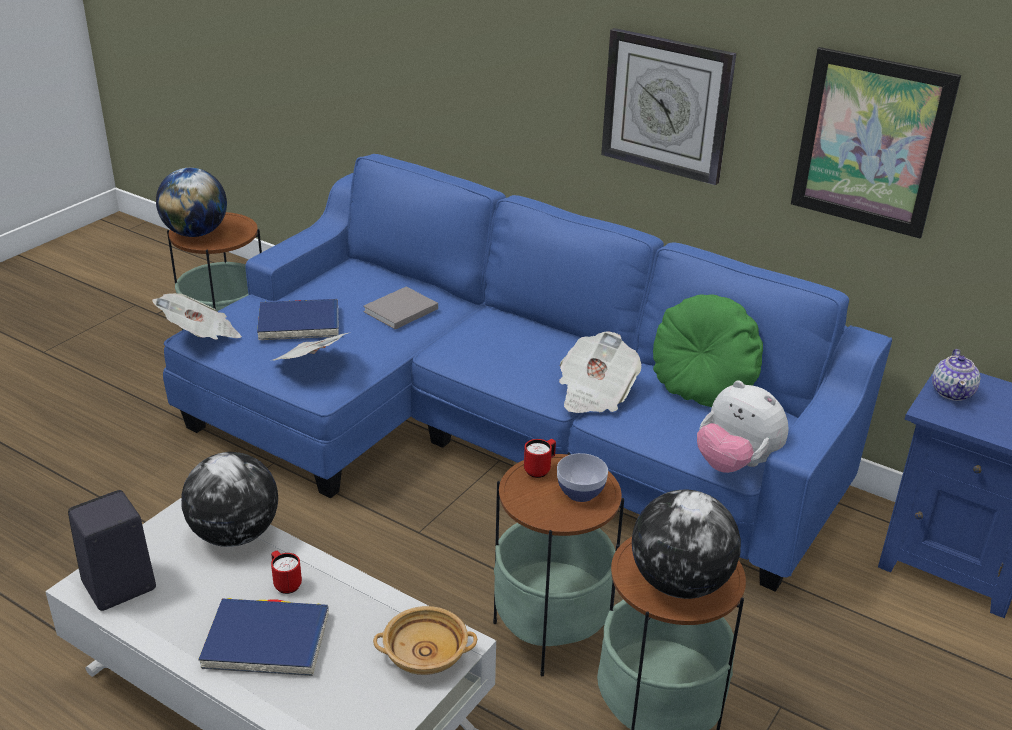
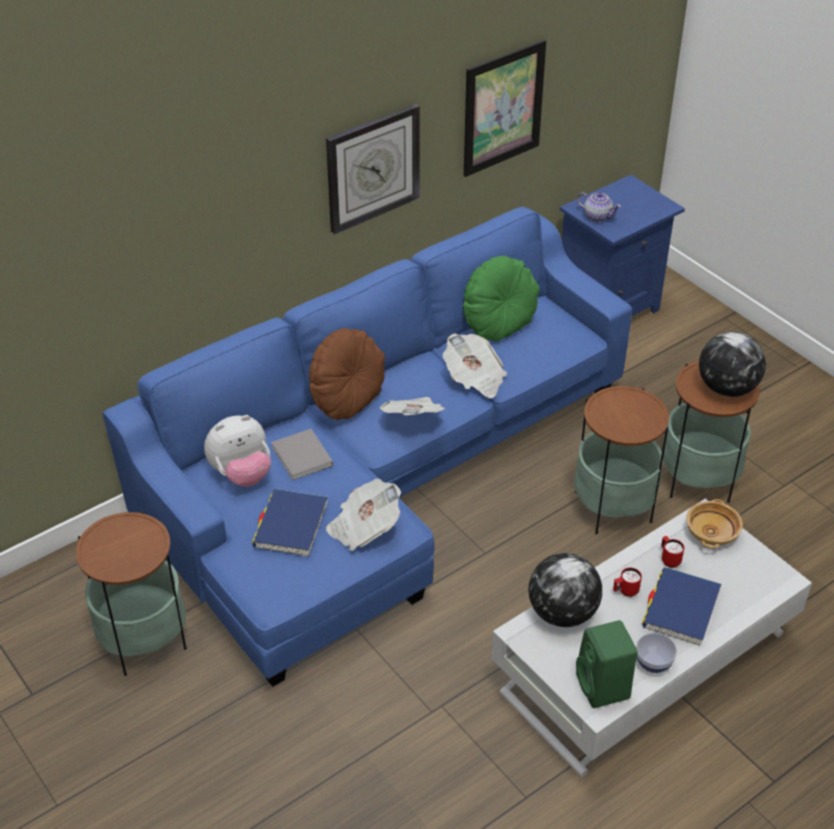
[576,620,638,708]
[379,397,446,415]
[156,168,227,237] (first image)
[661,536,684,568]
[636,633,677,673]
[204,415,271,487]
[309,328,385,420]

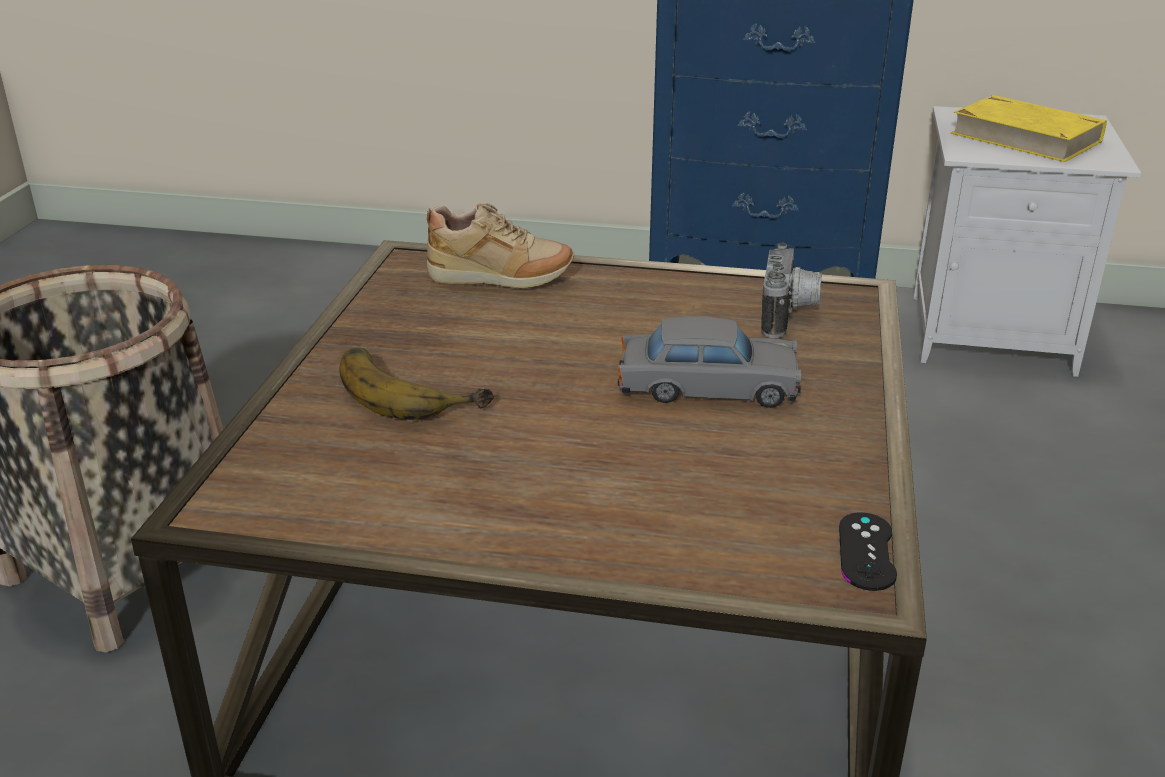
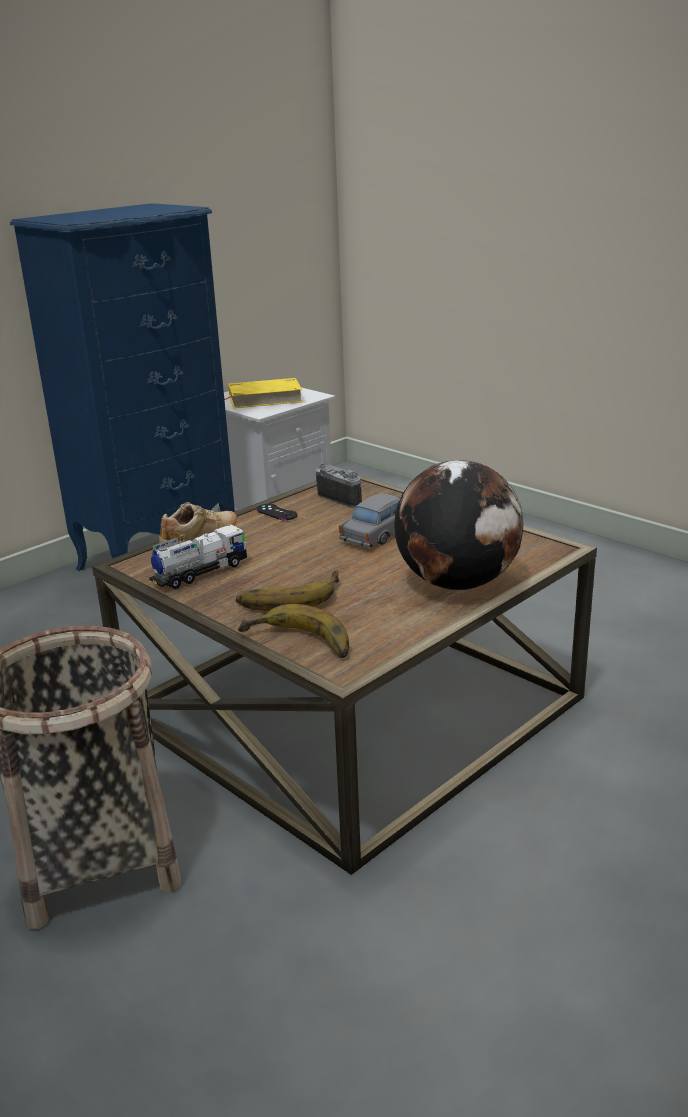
[256,504,297,520]
[149,524,247,589]
[238,604,349,658]
[394,460,523,590]

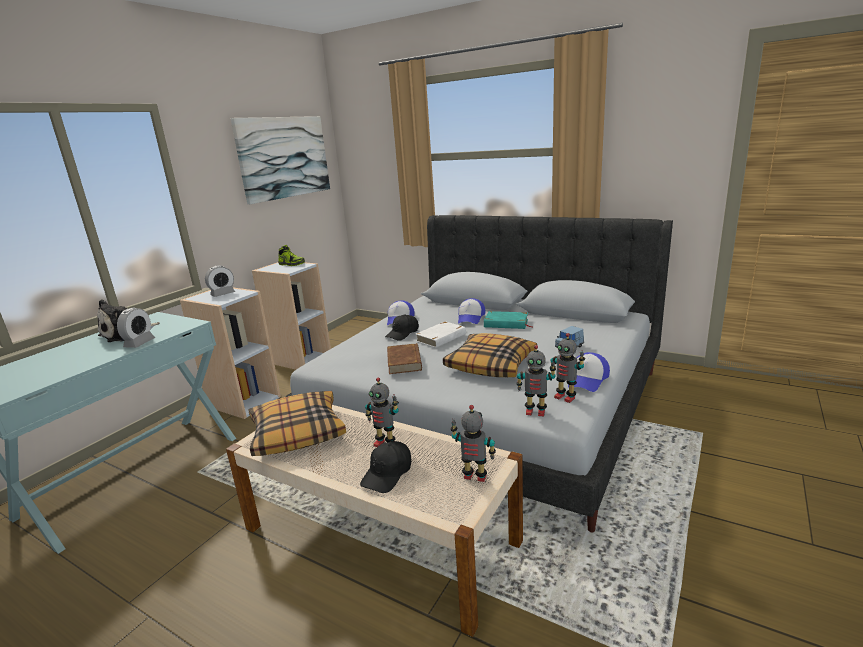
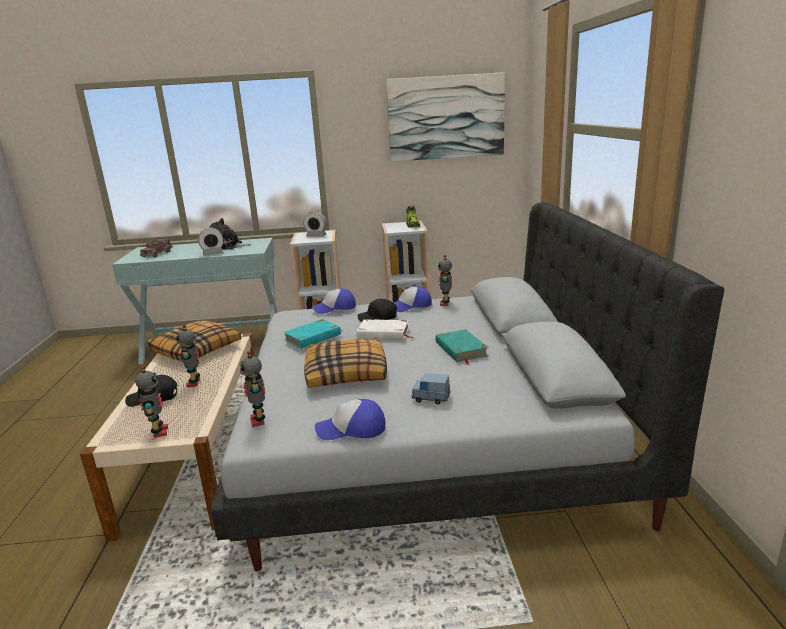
[283,319,343,349]
[312,288,356,314]
[438,255,452,306]
[140,238,173,257]

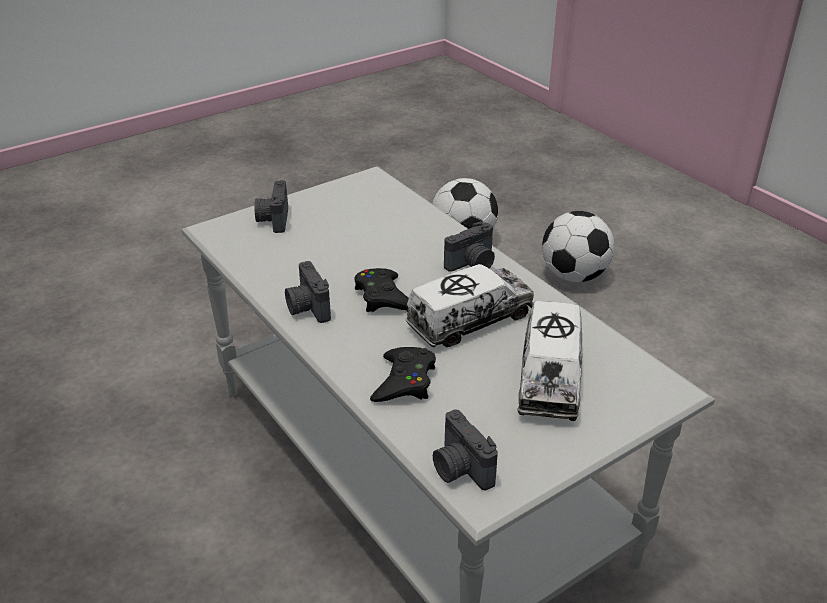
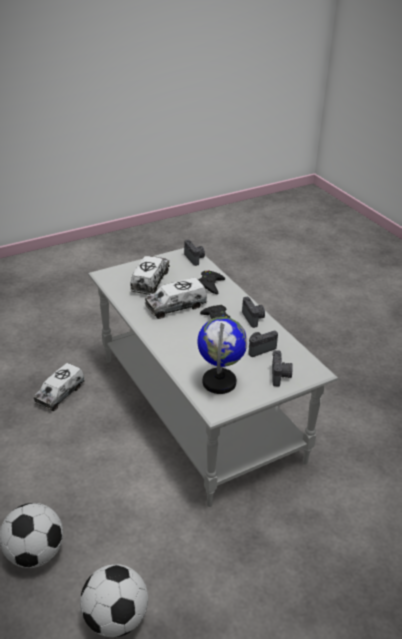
[249,331,278,357]
[34,363,85,411]
[197,317,247,394]

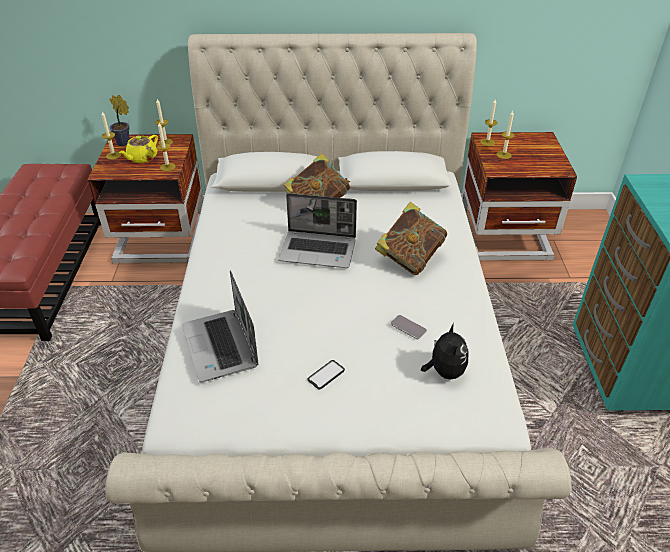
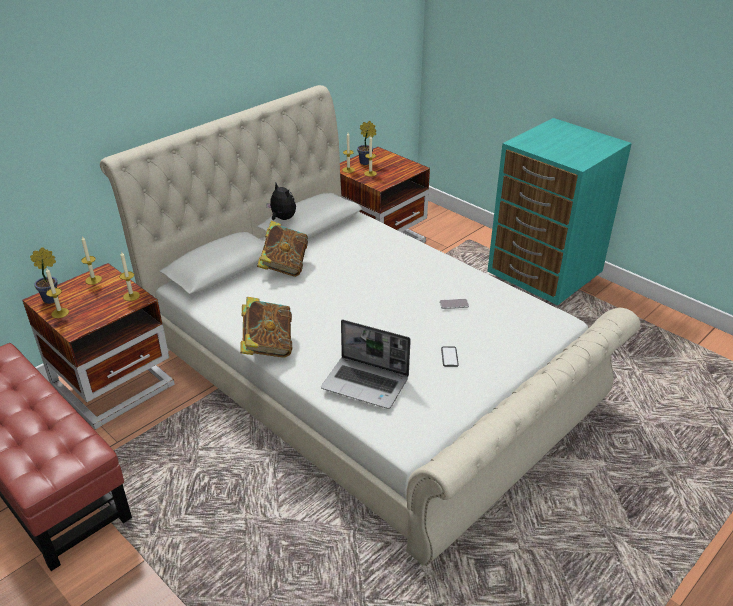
[119,135,158,163] (first image)
[278,193,357,268] (first image)
[240,297,292,358]
[266,183,296,220]
[357,121,376,165]

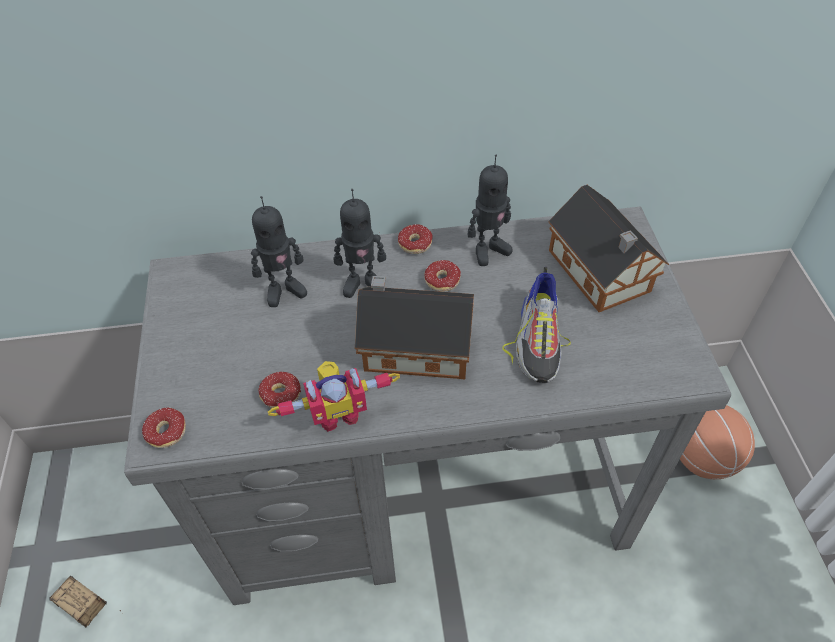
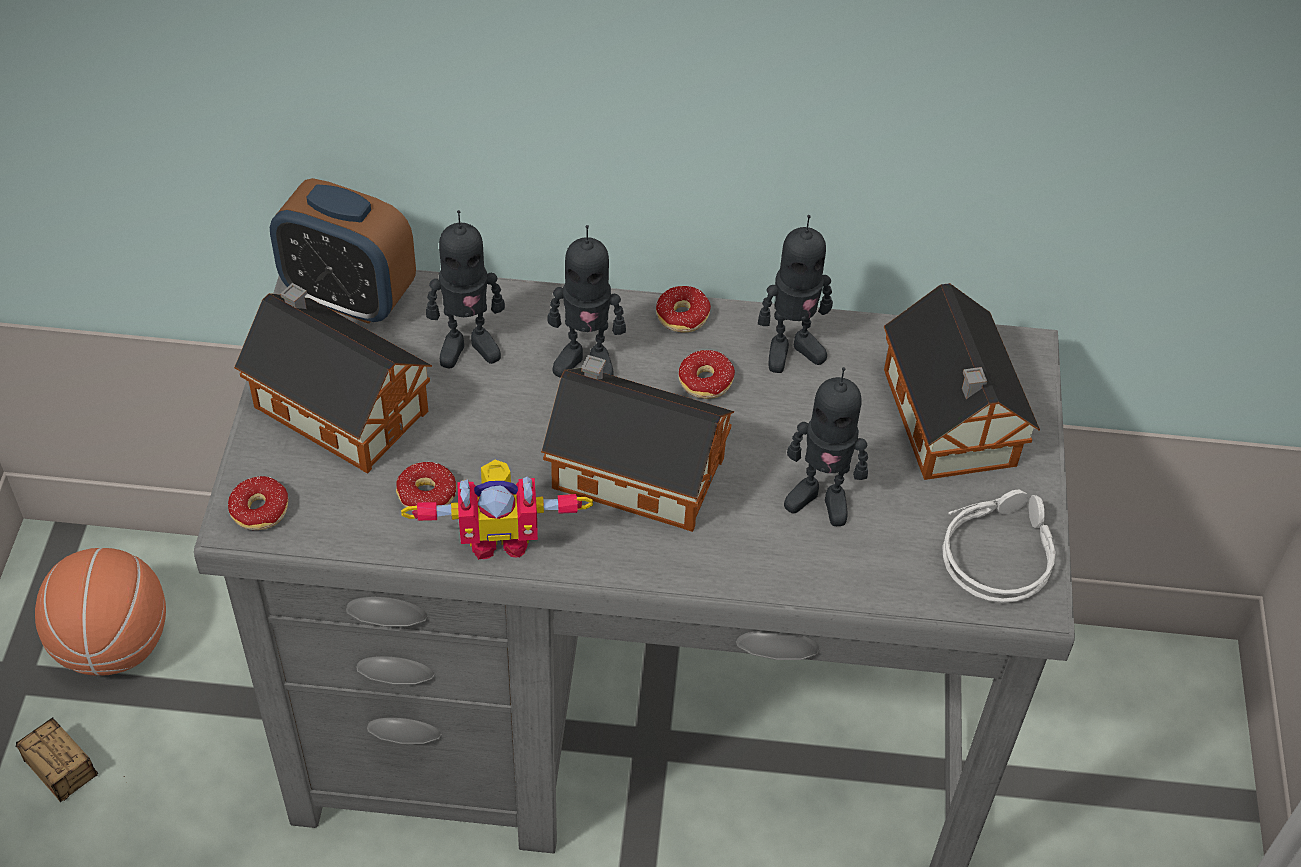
[784,367,868,526]
[35,548,166,676]
[234,283,432,474]
[270,178,416,324]
[942,489,1056,603]

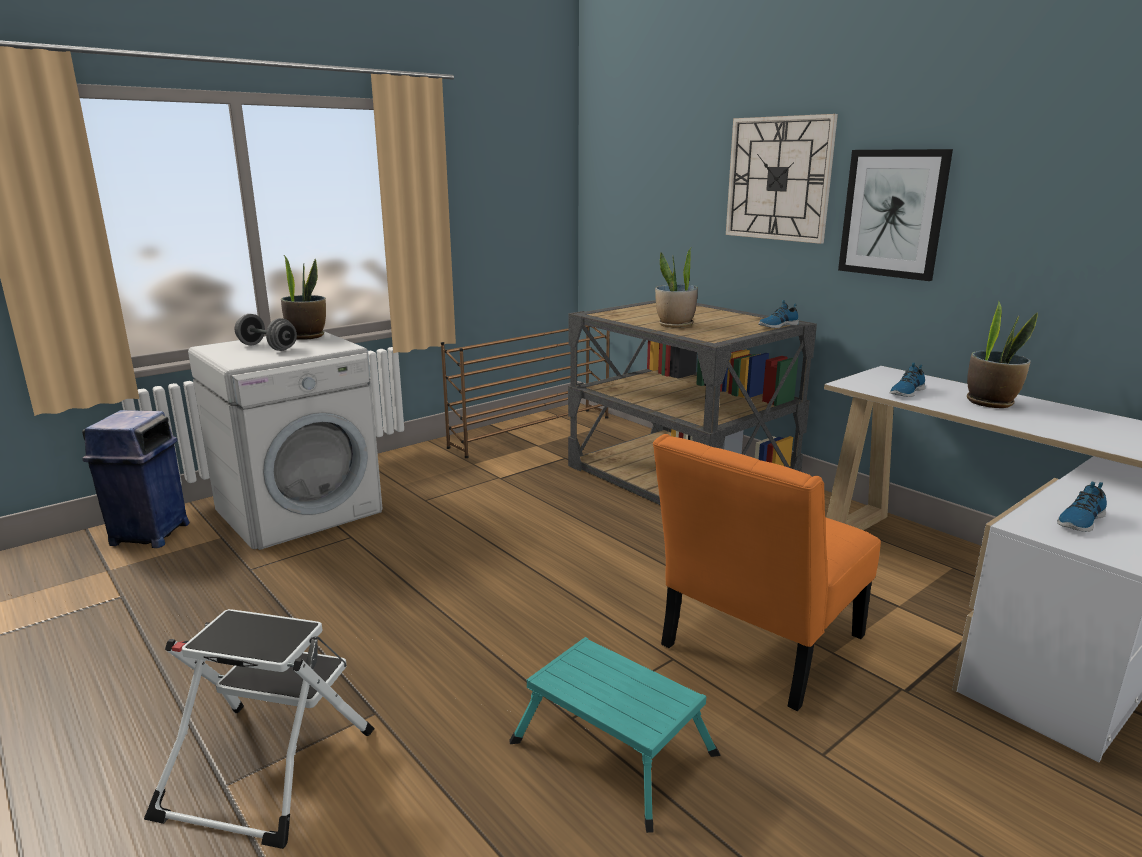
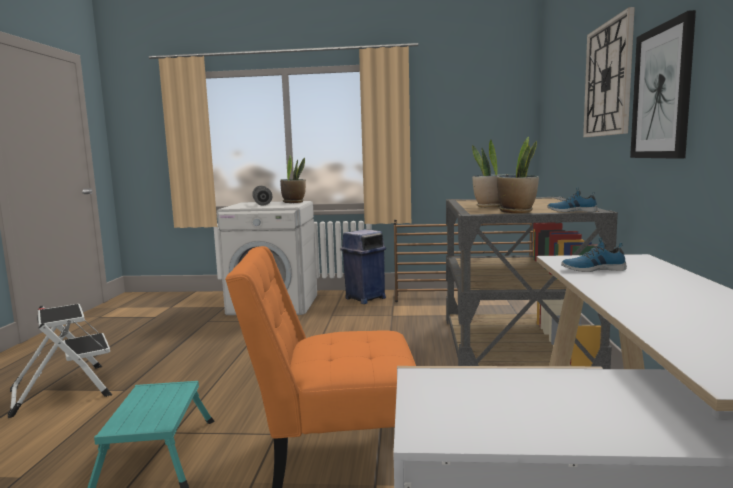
[340,229,386,304]
[497,137,539,213]
[1057,482,1107,532] (first image)

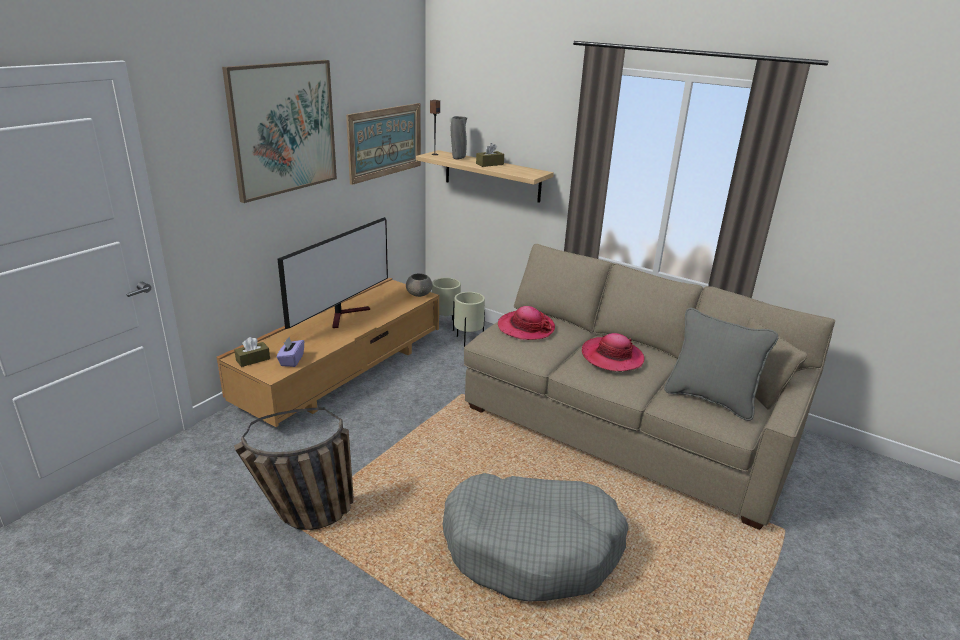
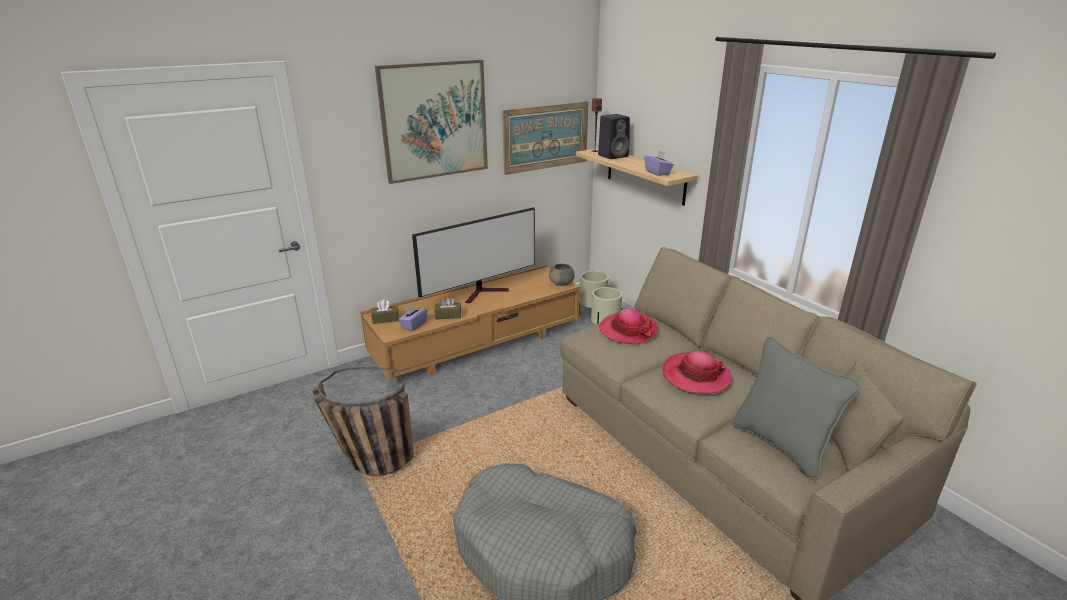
[598,114,630,159]
[435,297,461,319]
[644,150,674,176]

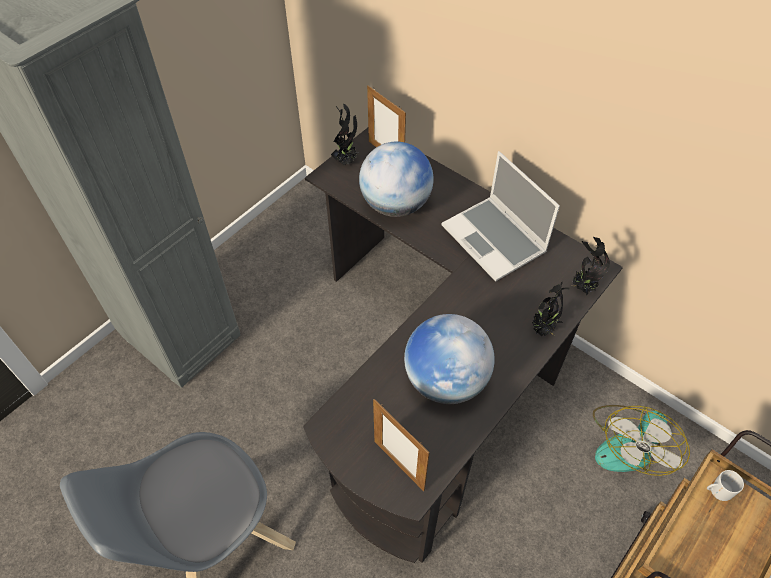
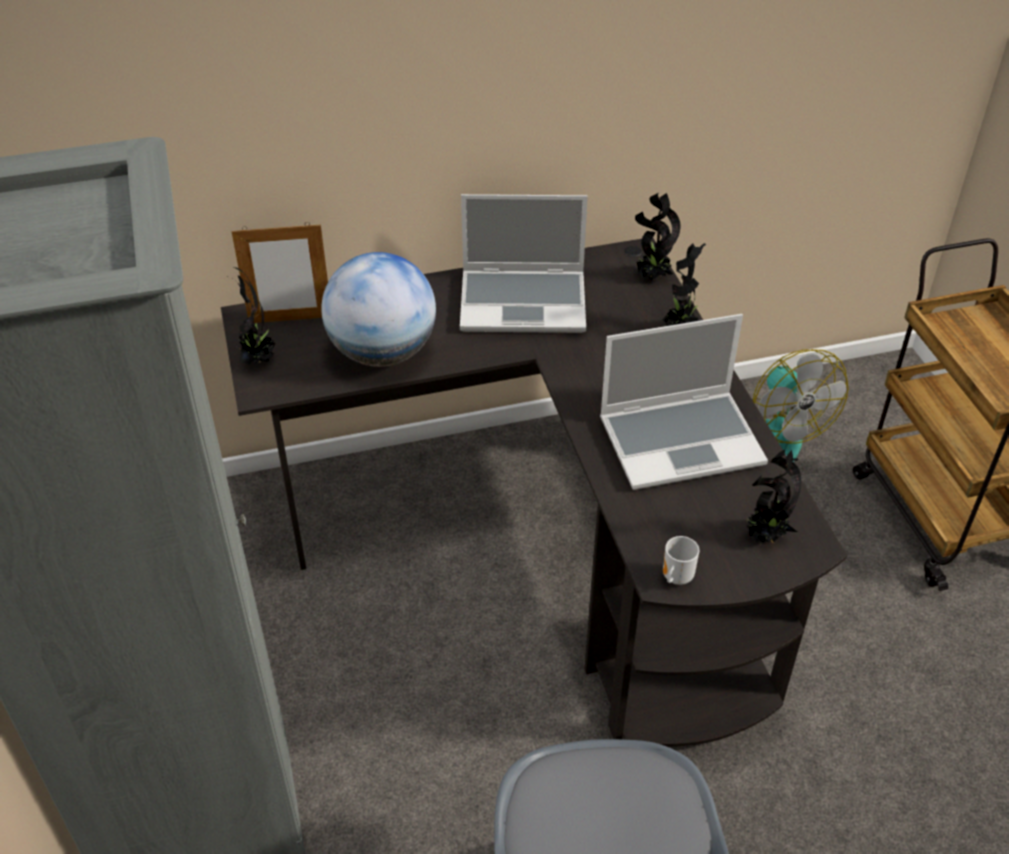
[745,450,801,544]
[600,314,768,490]
[663,536,699,585]

